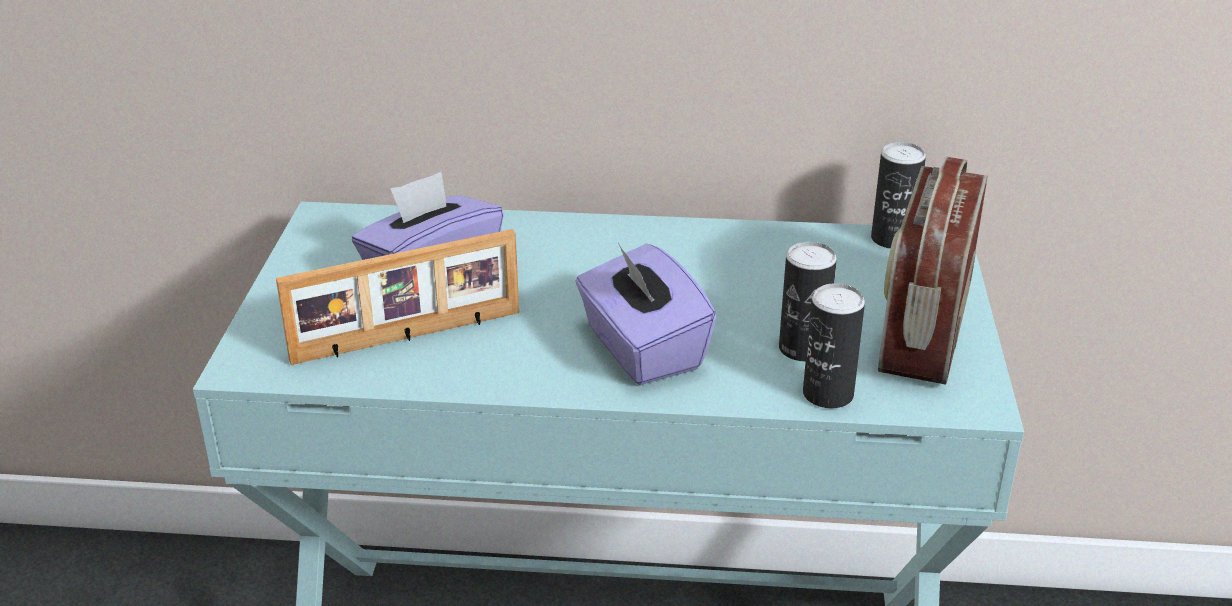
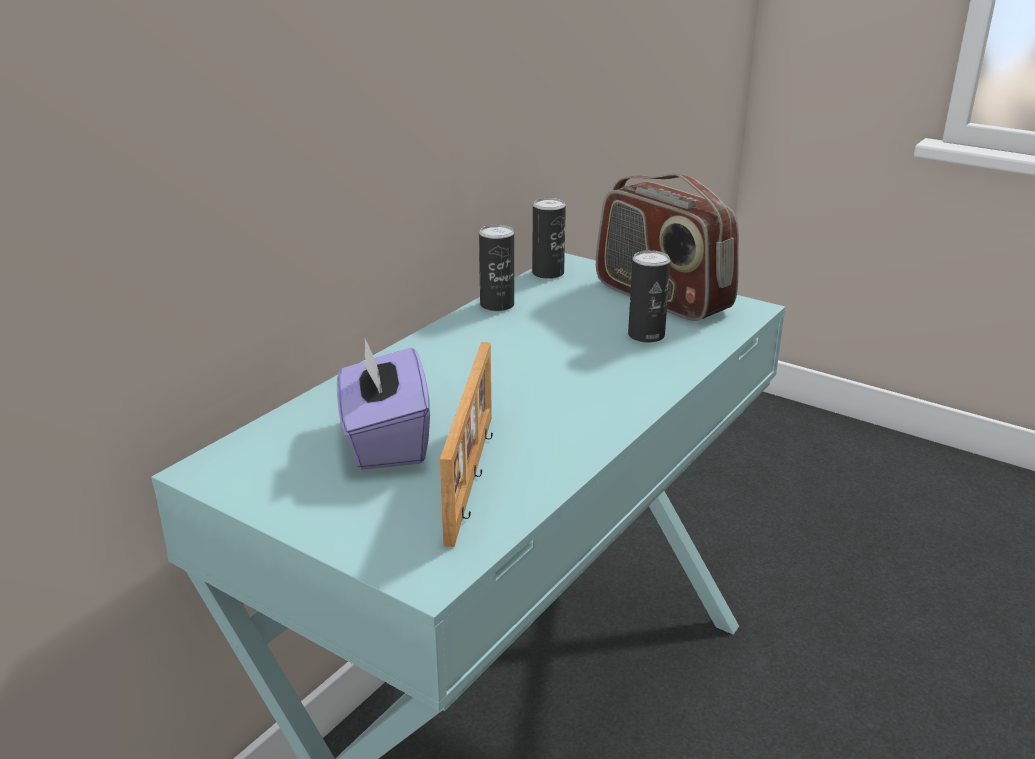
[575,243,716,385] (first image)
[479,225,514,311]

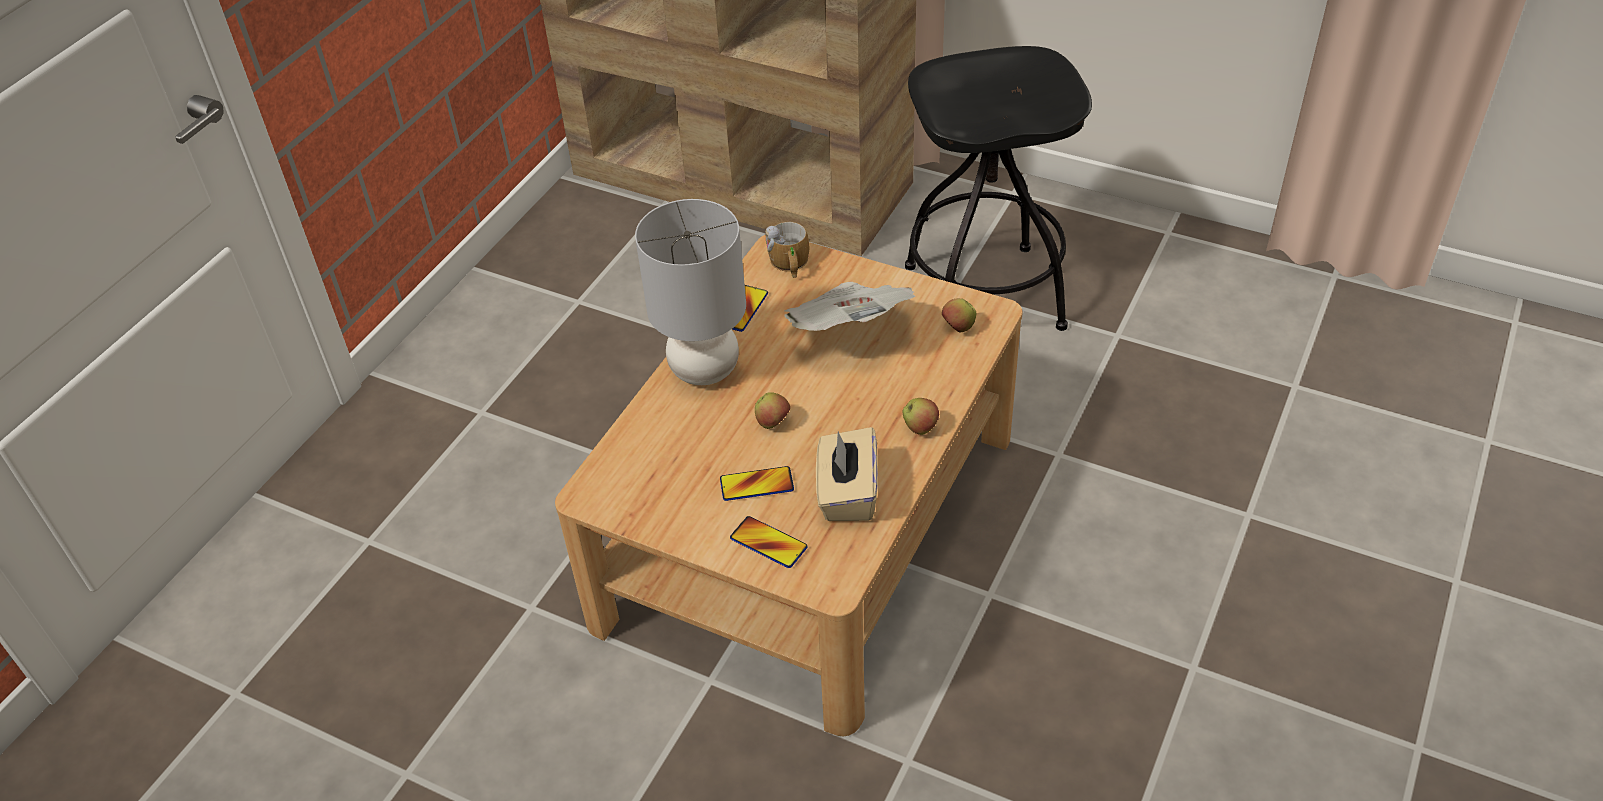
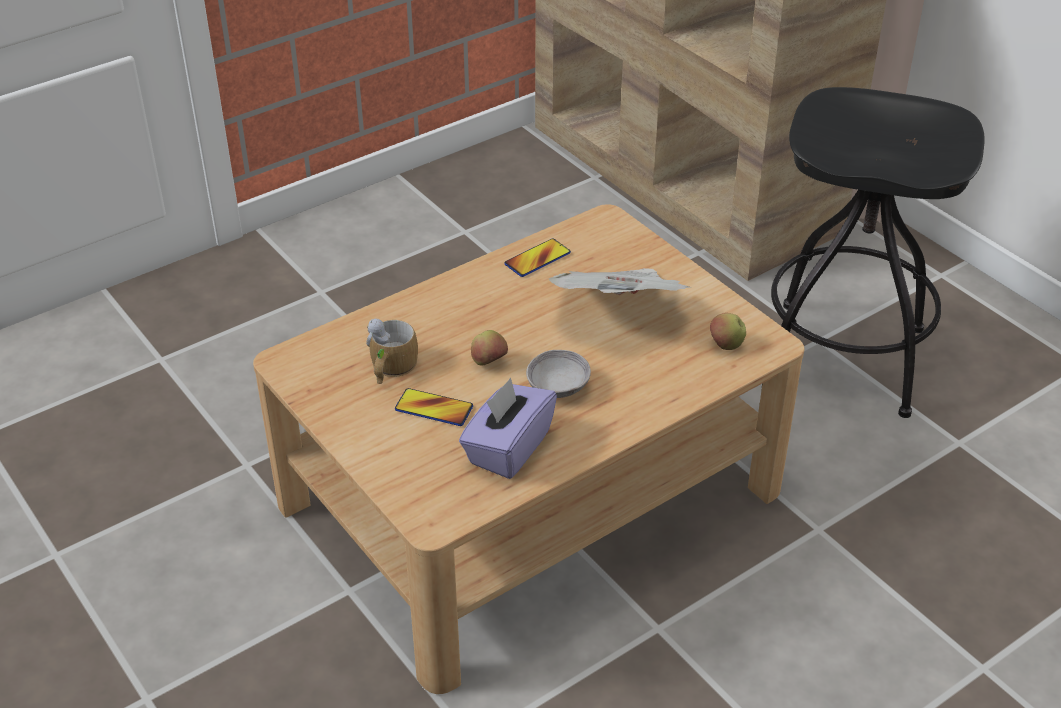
[635,199,746,385] (first image)
[730,516,808,568] (first image)
[366,319,418,384]
[459,378,557,479]
[903,398,939,435] (first image)
[526,350,591,398]

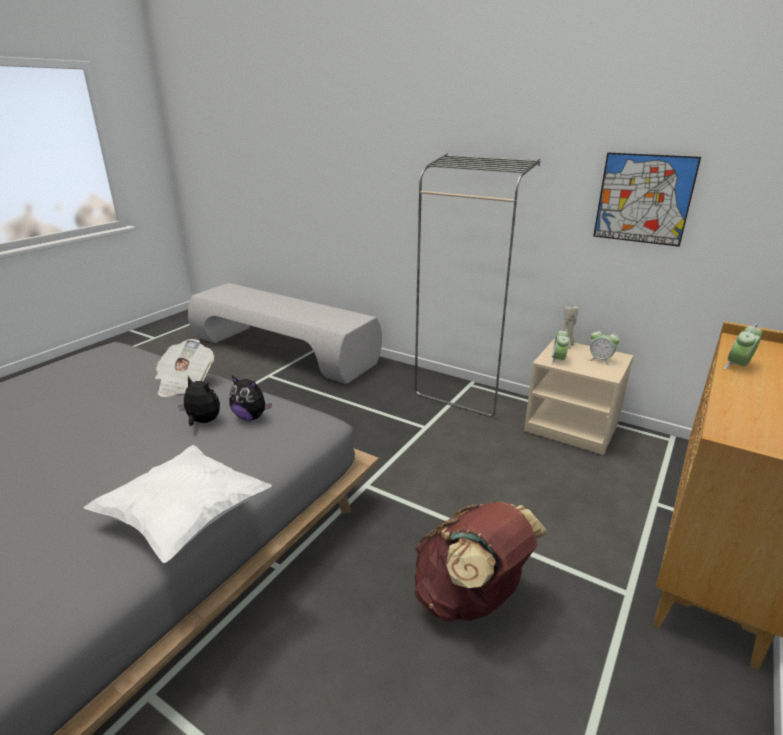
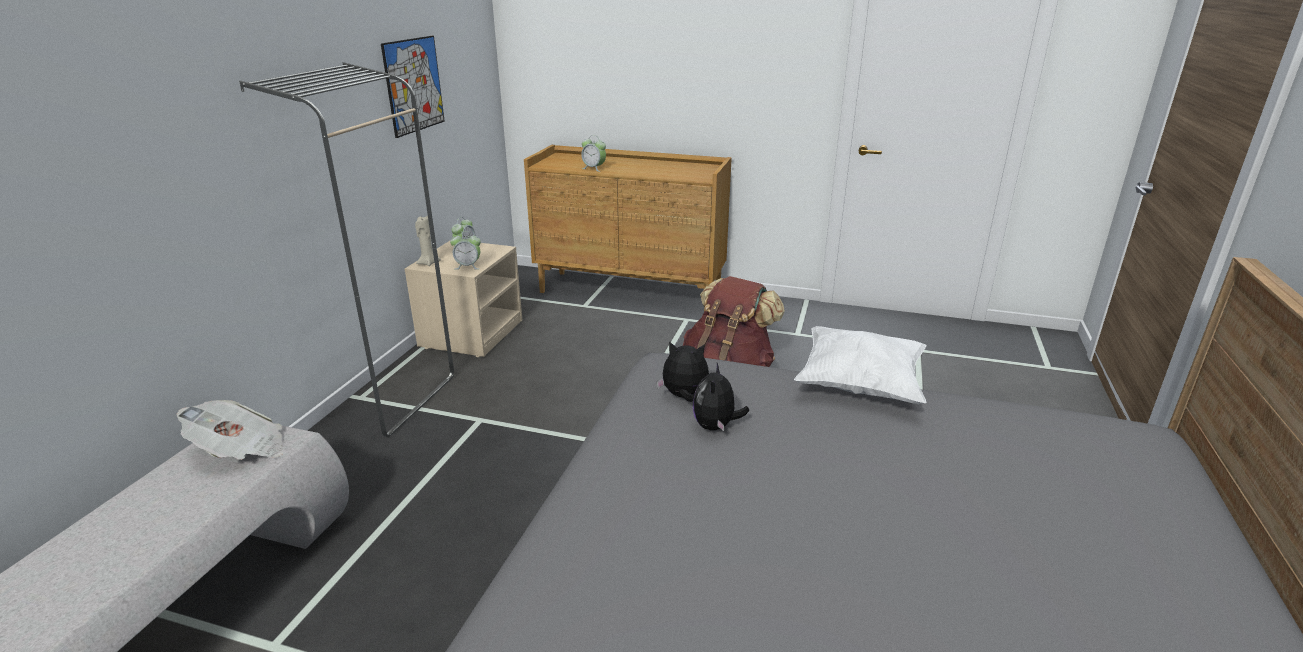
[176,400,283,460]
[657,341,709,402]

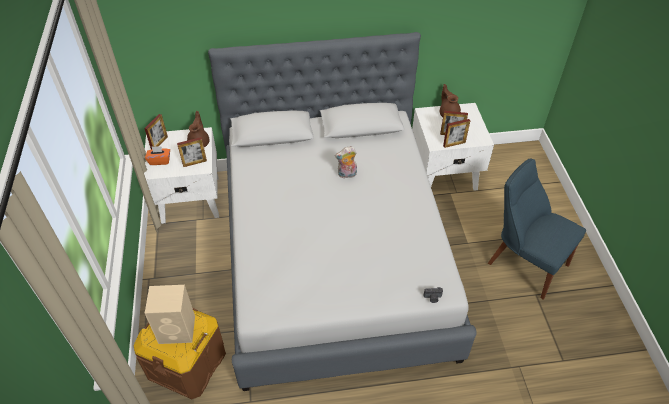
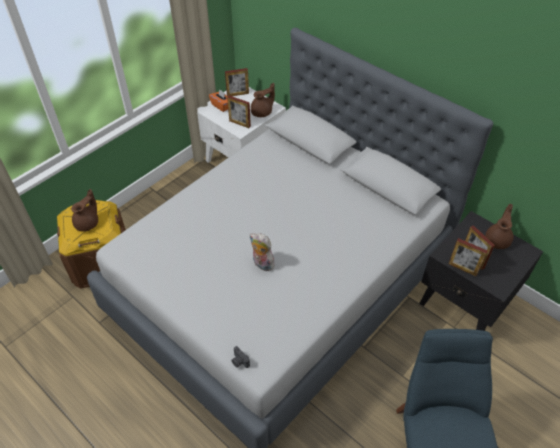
[71,189,98,232]
[250,233,275,271]
[419,211,543,331]

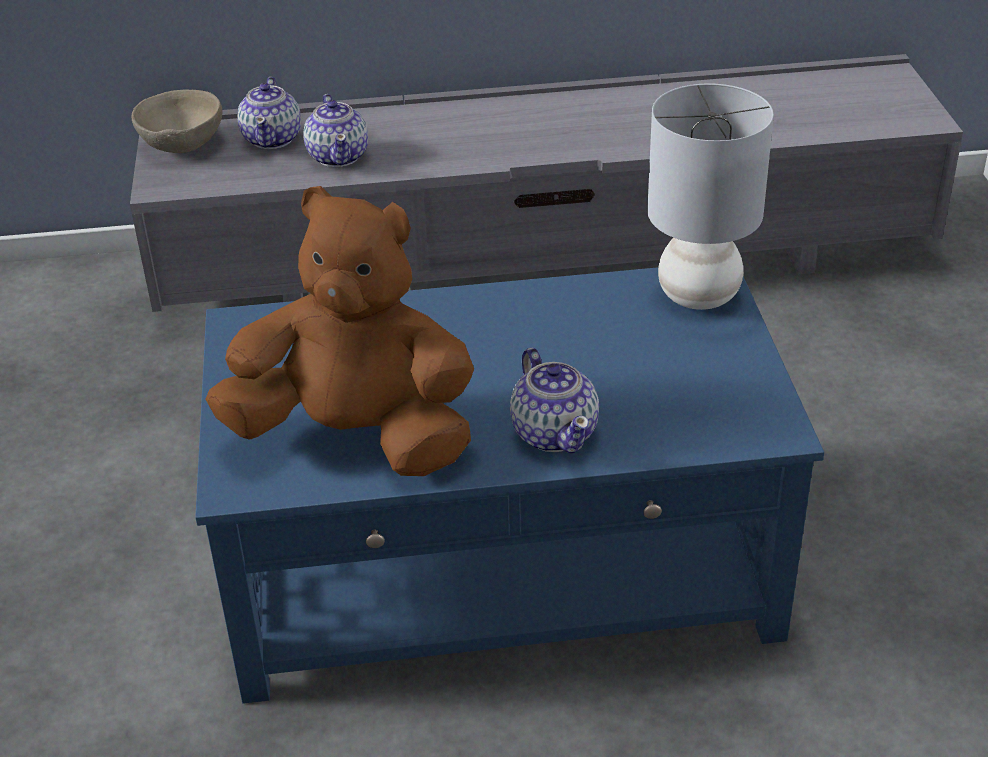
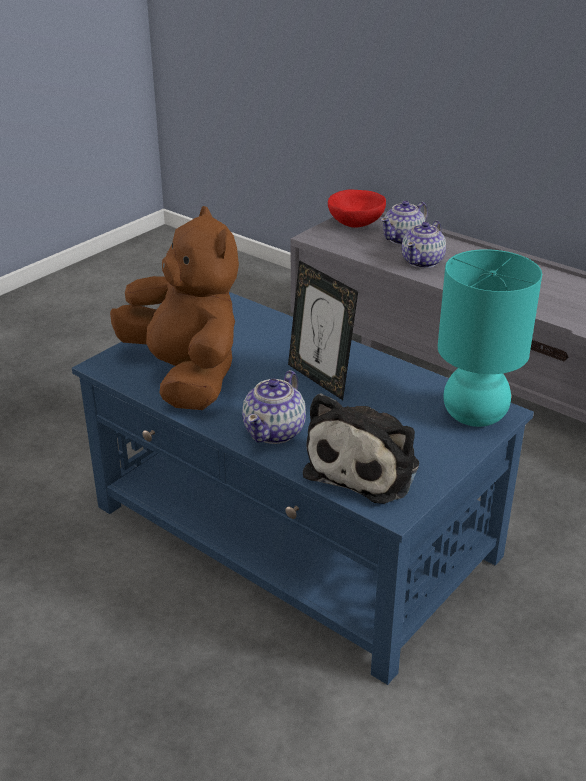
[328,189,386,228]
[438,249,542,427]
[288,260,358,400]
[303,393,419,504]

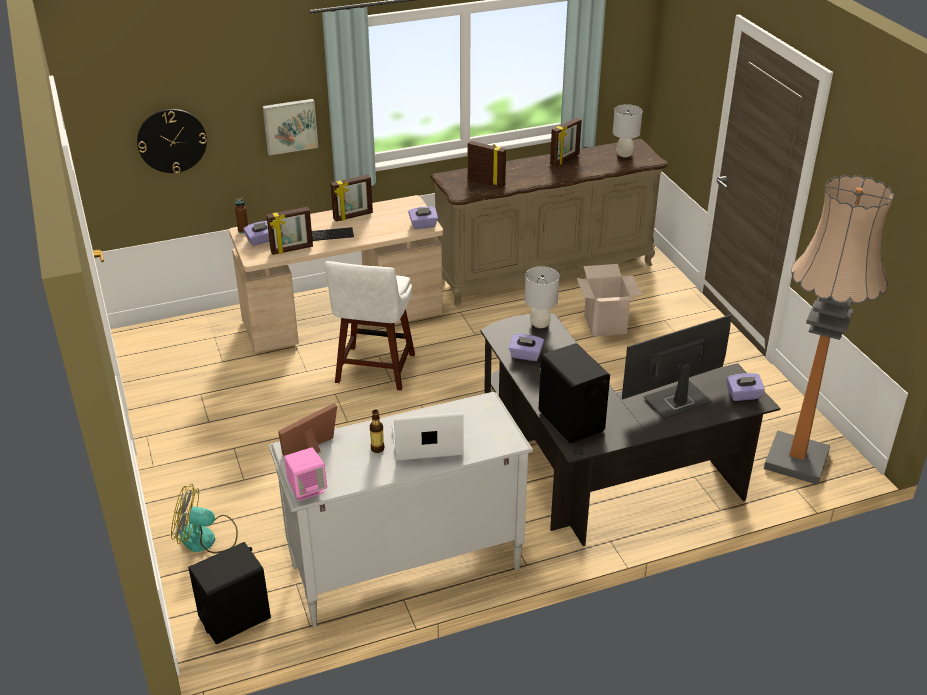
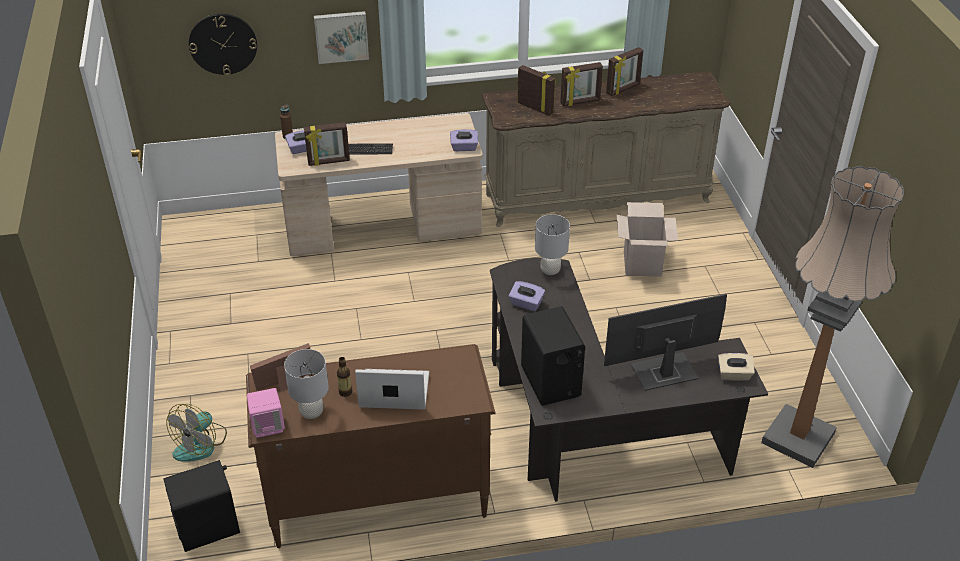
[166,404,227,462]
[246,344,495,548]
[324,261,415,391] (first image)
[560,62,603,106]
[284,349,329,419]
[718,353,755,381]

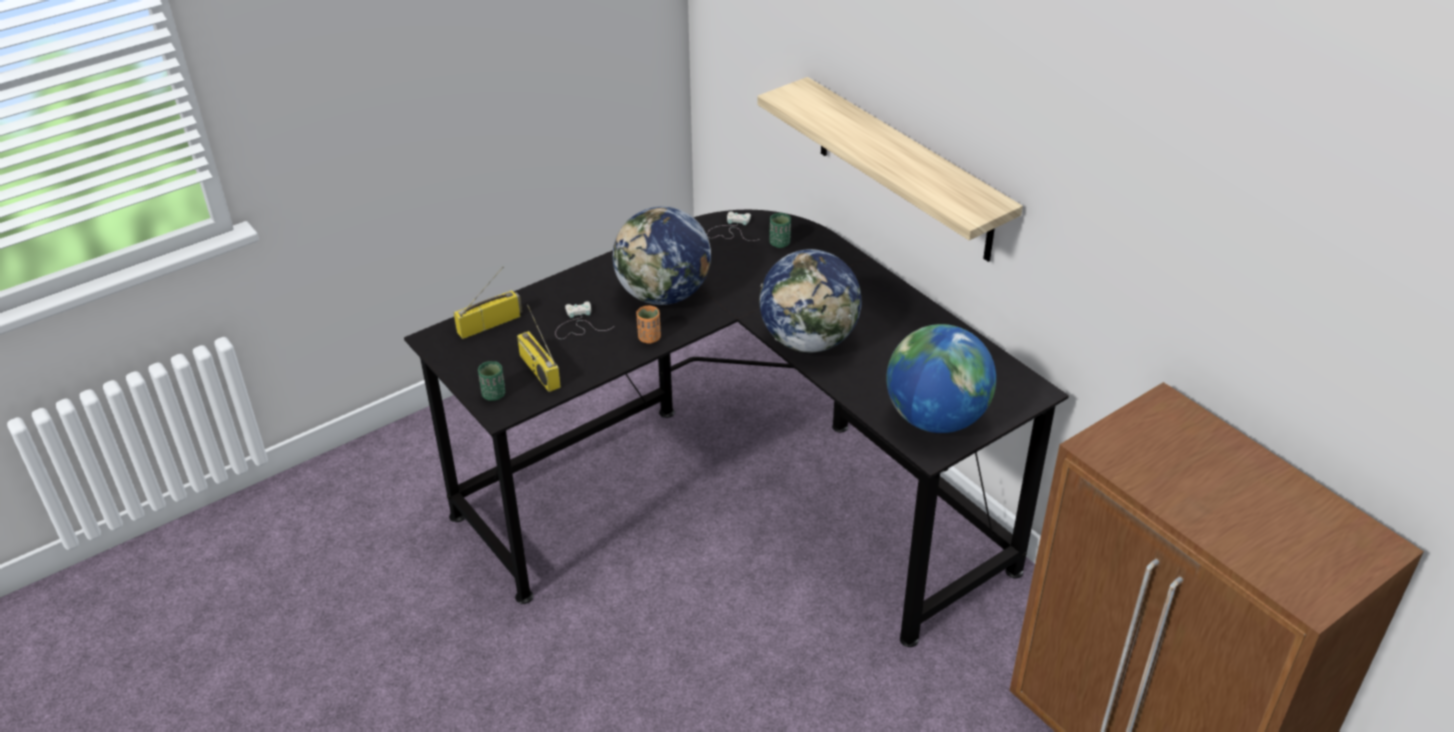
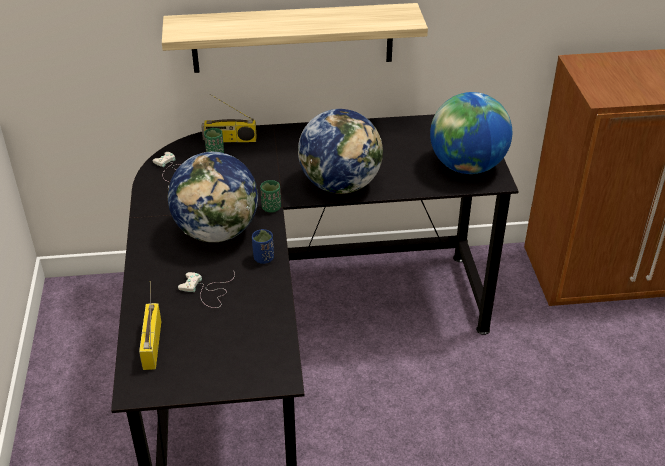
[260,180,281,213]
[202,94,257,142]
[252,229,274,264]

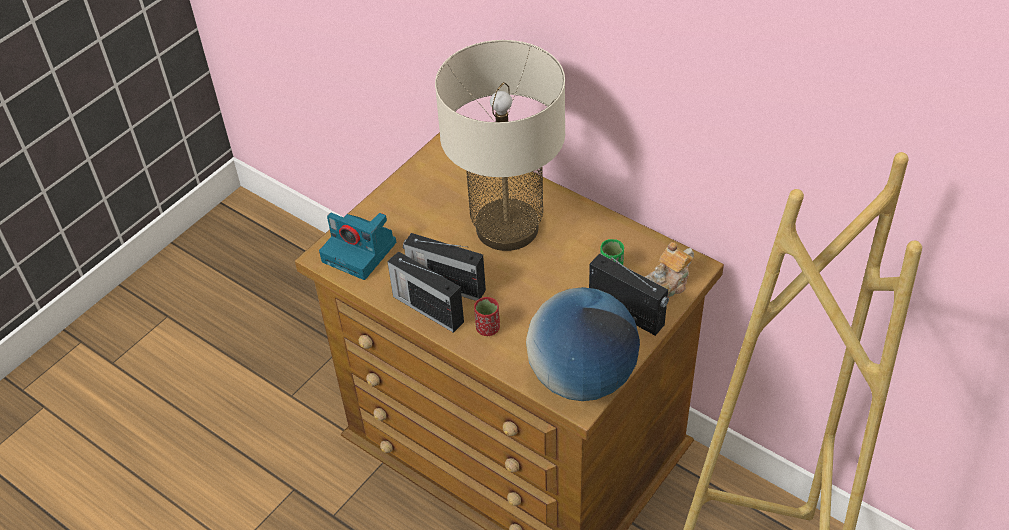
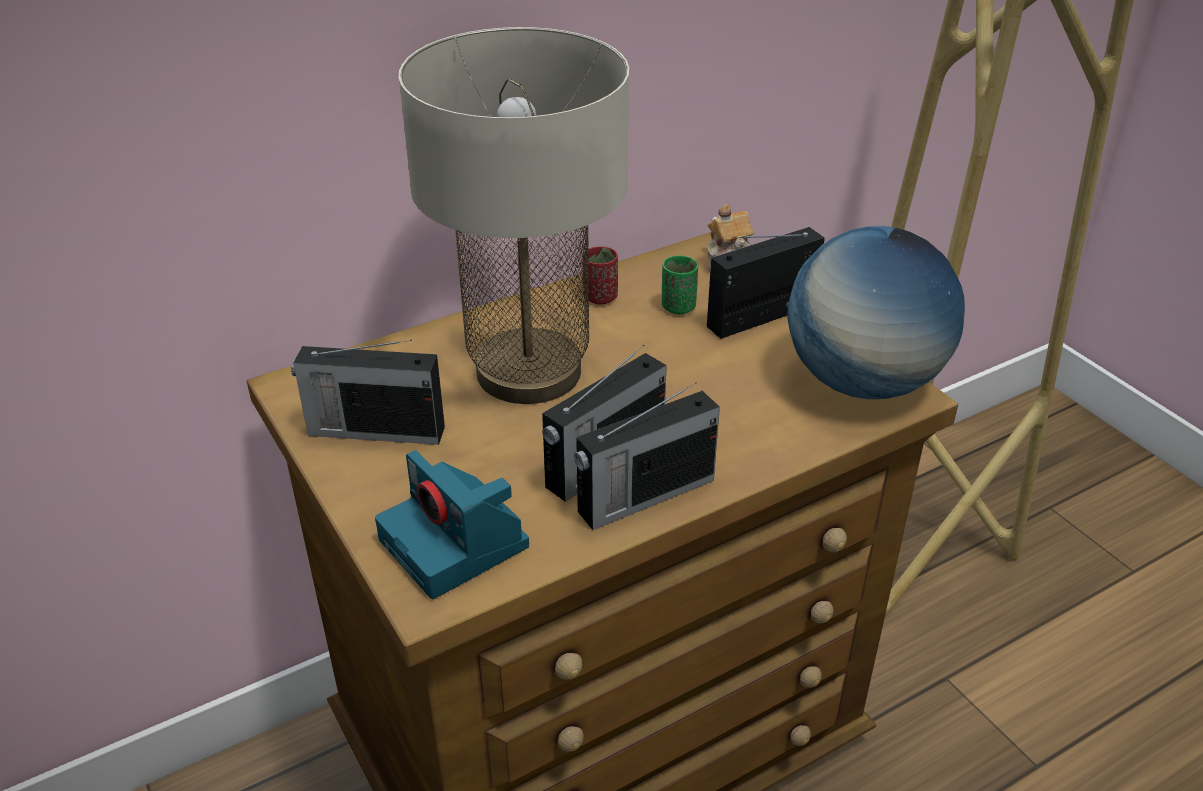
[375,450,529,599]
[583,246,618,305]
[291,340,445,445]

